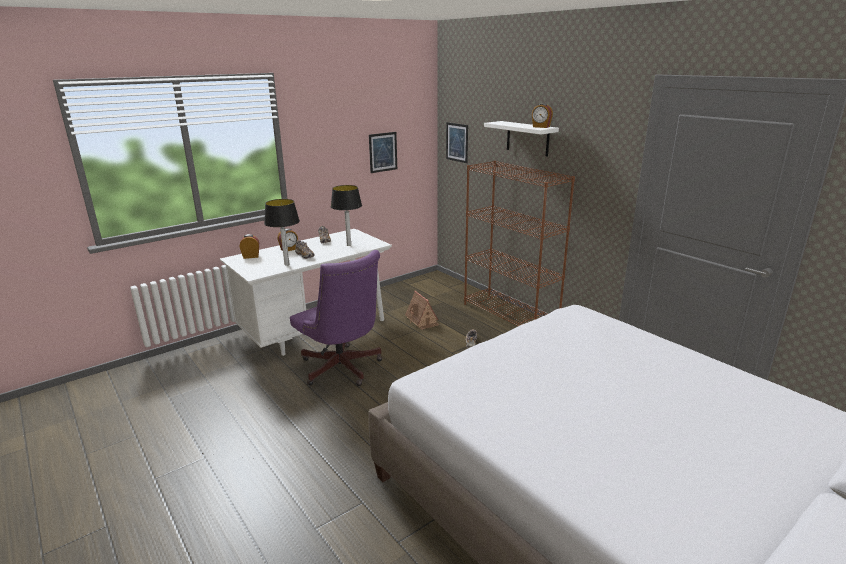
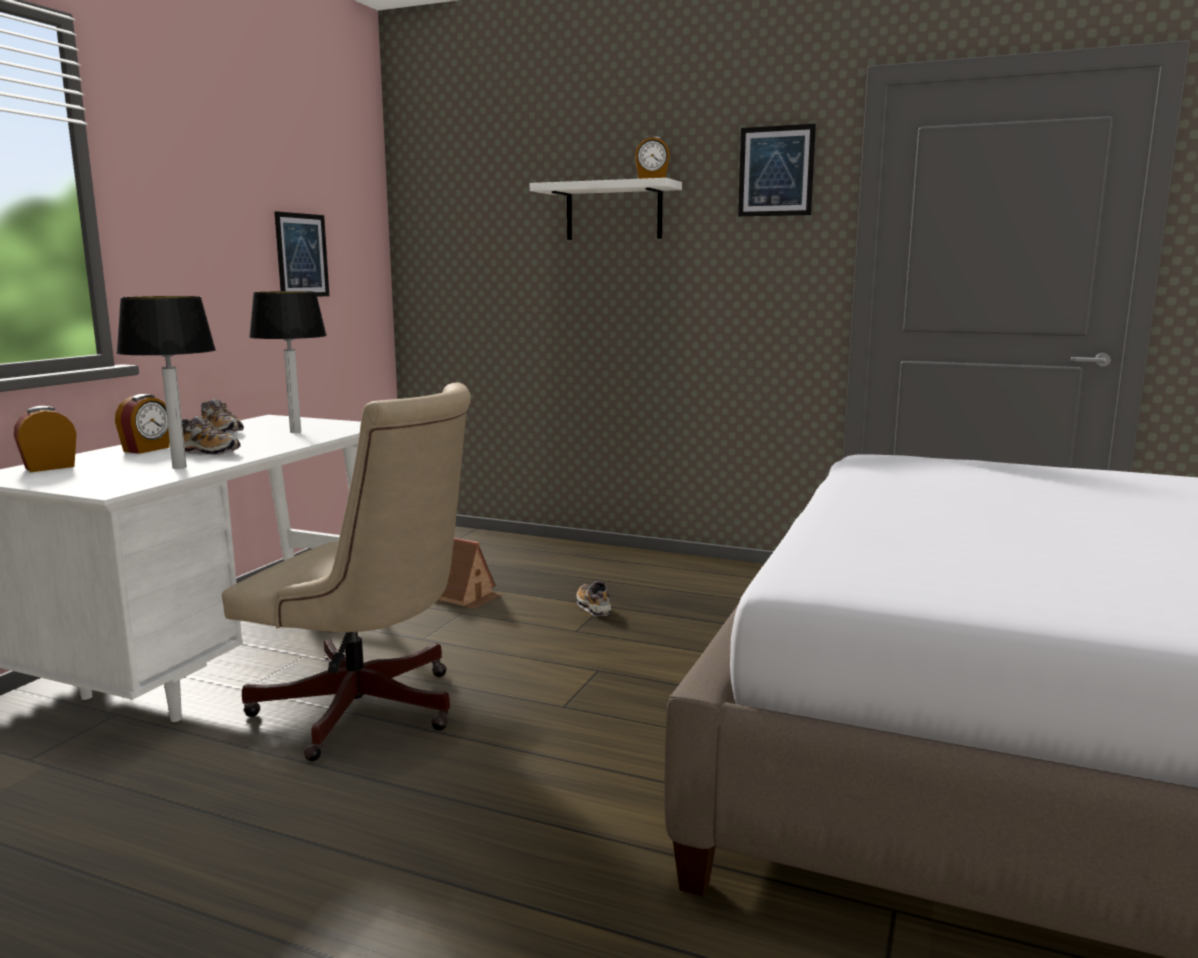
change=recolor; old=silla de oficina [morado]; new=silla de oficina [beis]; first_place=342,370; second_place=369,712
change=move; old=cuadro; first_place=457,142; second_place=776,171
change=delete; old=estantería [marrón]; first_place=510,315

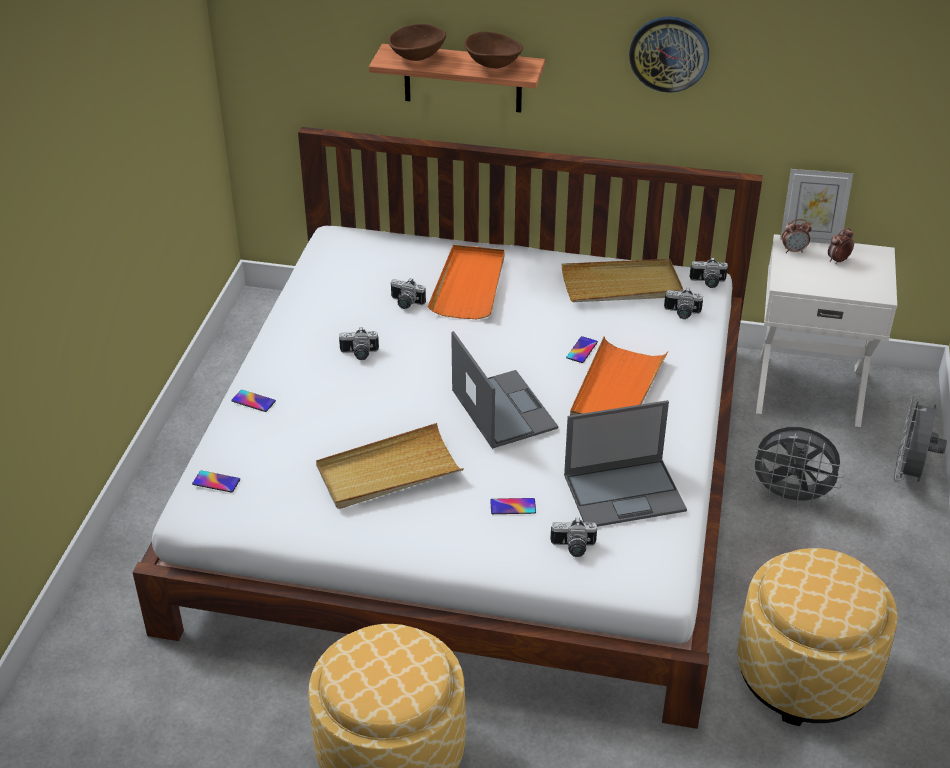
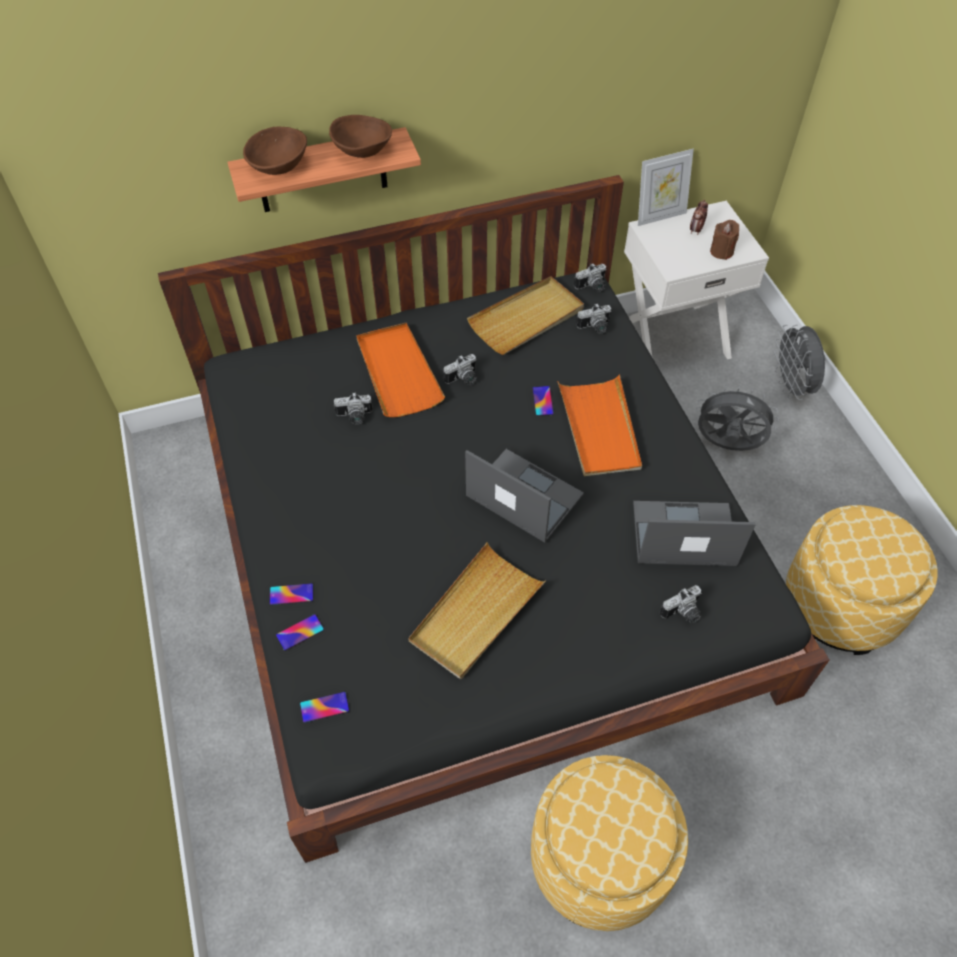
change=recolor; old=cama [blanco]; new=cama [negro]; first_place=474,476; second_place=477,543
change=move; old=móvil; first_place=513,506; second_place=300,632
change=move; old=cámara; first_place=359,354; second_place=463,379
change=rotate; old=portátil; first_place=625,492; second_place=682,534; degrees=-135
change=rotate; old=ventilador [gris]; first_place=790,497; second_place=726,446; degrees=-150
change=insert; new=vela [marrón]; second_place=721,251
change=delete; old=reloj de pared; first_place=669,53
change=delete; old=despertador; first_place=793,250

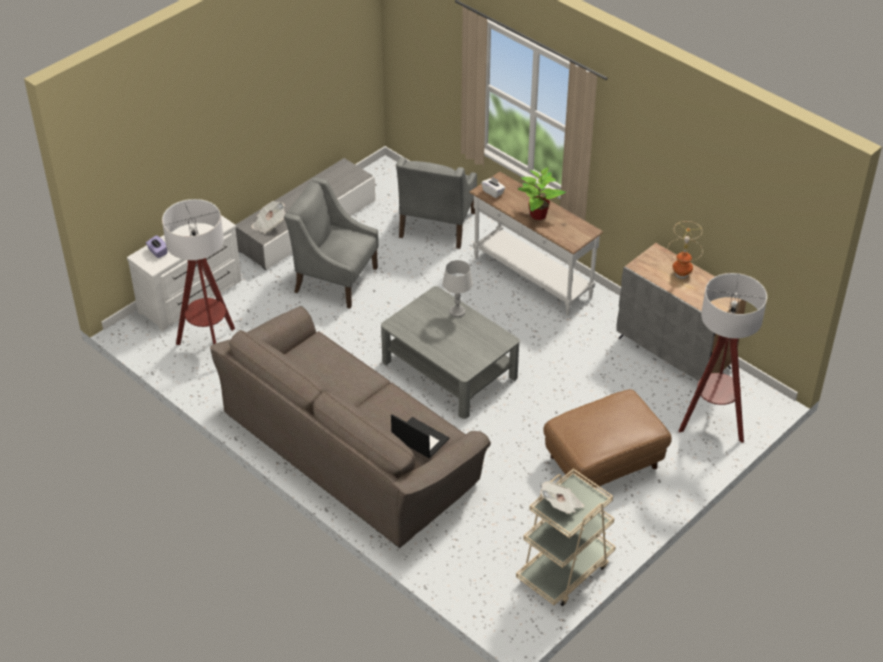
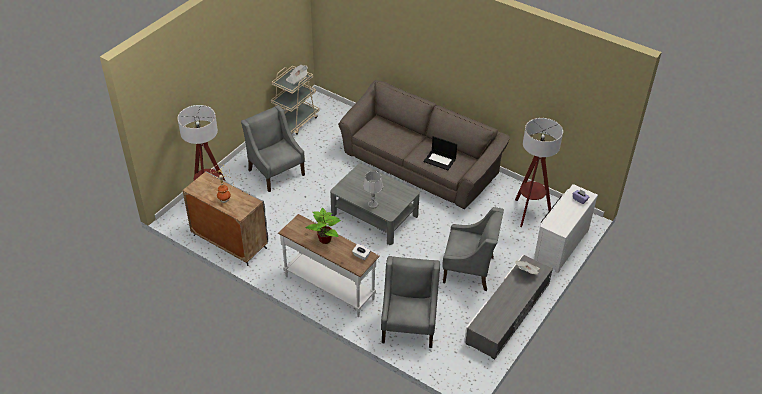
change=replace; old=puf [marrón]; new=sillón [gris]; first_place=603,463; second_place=276,172
change=move; old=portátil; first_place=419,438; second_place=440,160

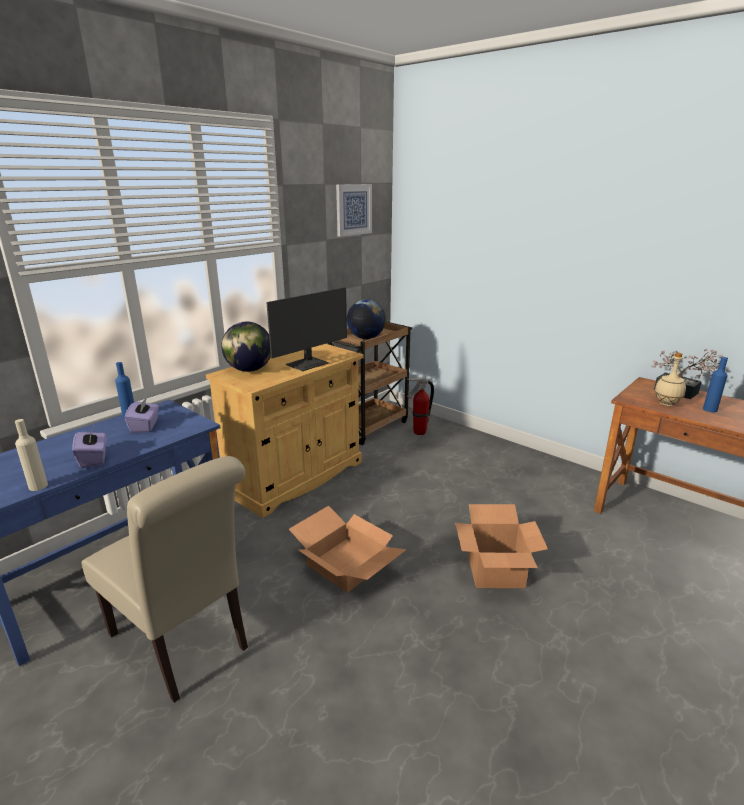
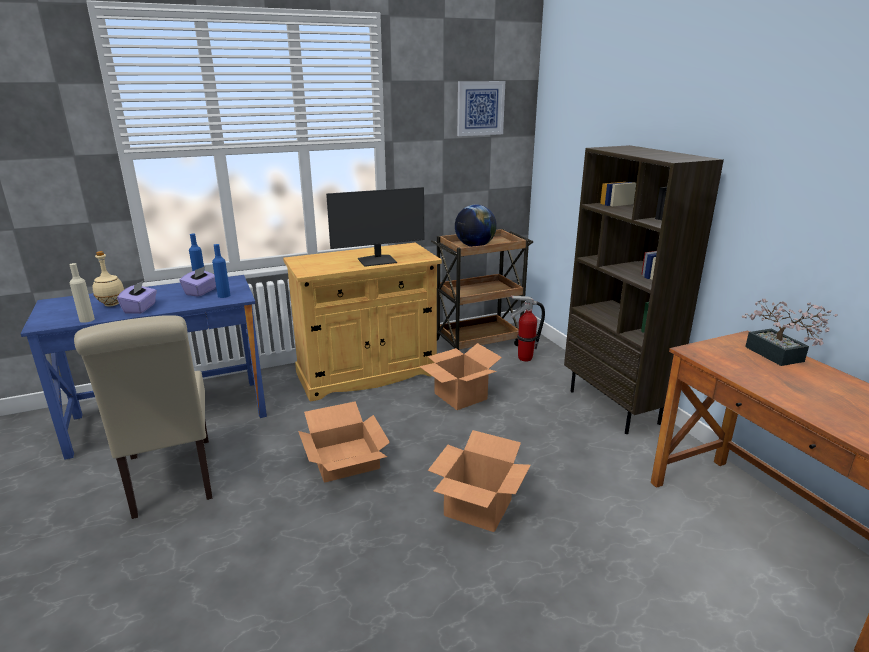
change=move; old=botella [beis]; first_place=666,404; second_place=112,304
change=move; old=botella [azul]; first_place=710,409; second_place=224,295
change=insert; new=caja de cartón; second_place=461,396
change=insert; new=estantería [marrón]; second_place=615,407
change=delete; old=globo terráqueo; first_place=249,370

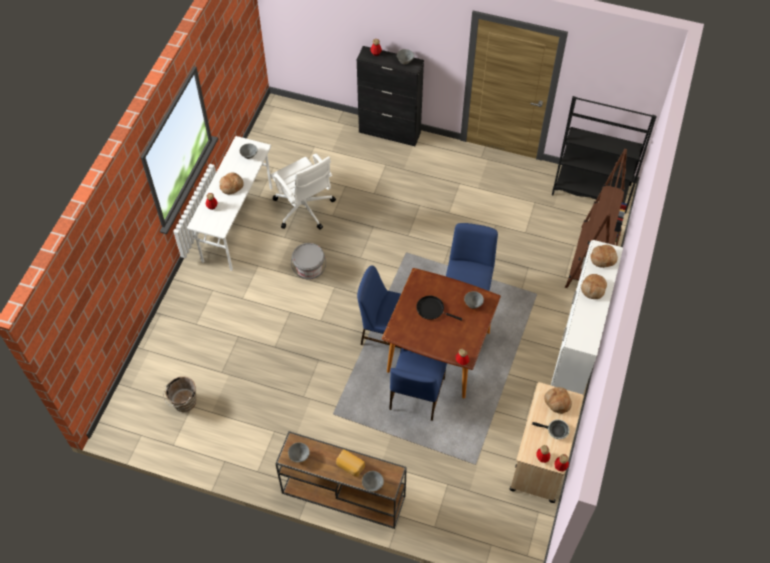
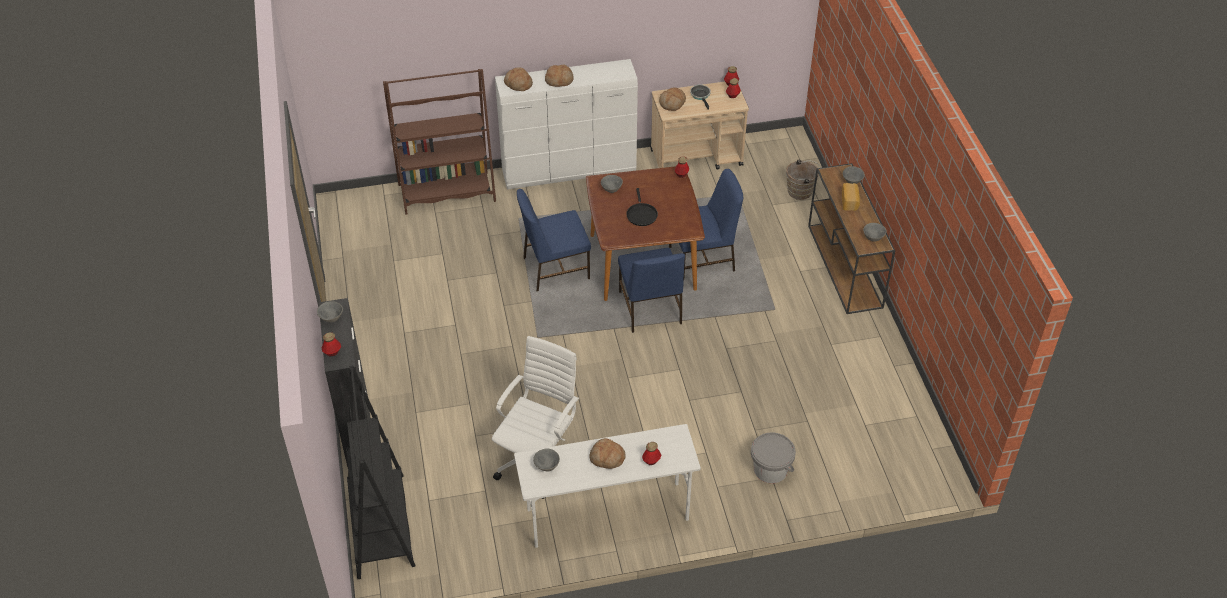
change=move; old=estantería [negro]; first_place=591,190; second_place=381,525
change=move; old=cubo [gris]; first_place=309,269; second_place=770,469
change=move; old=cubo [marrón]; first_place=183,403; second_place=802,191

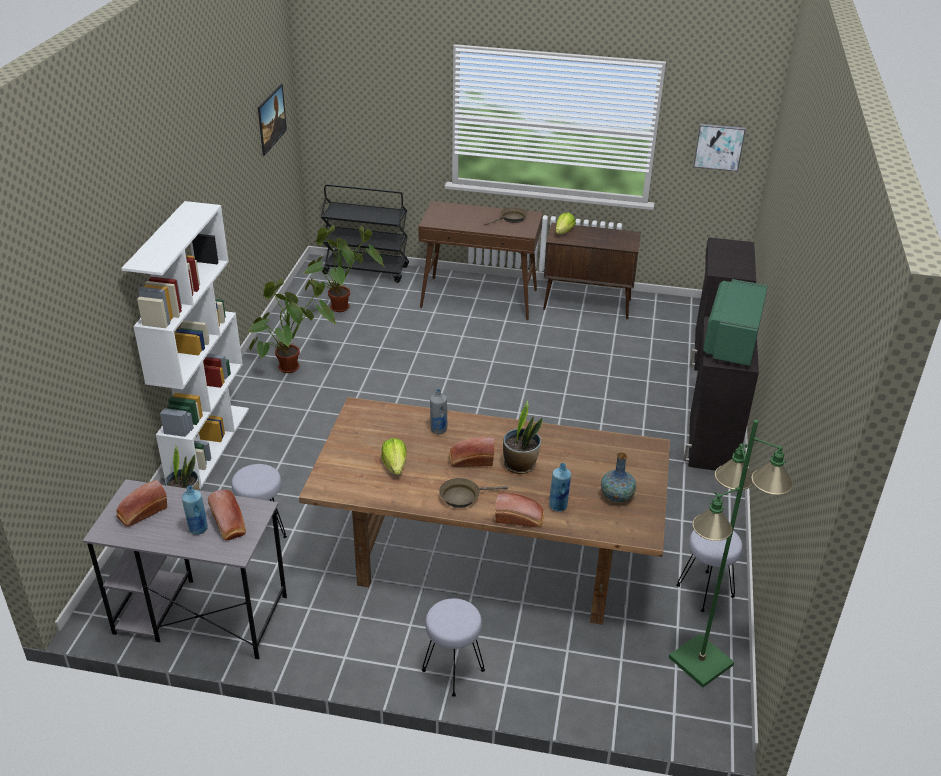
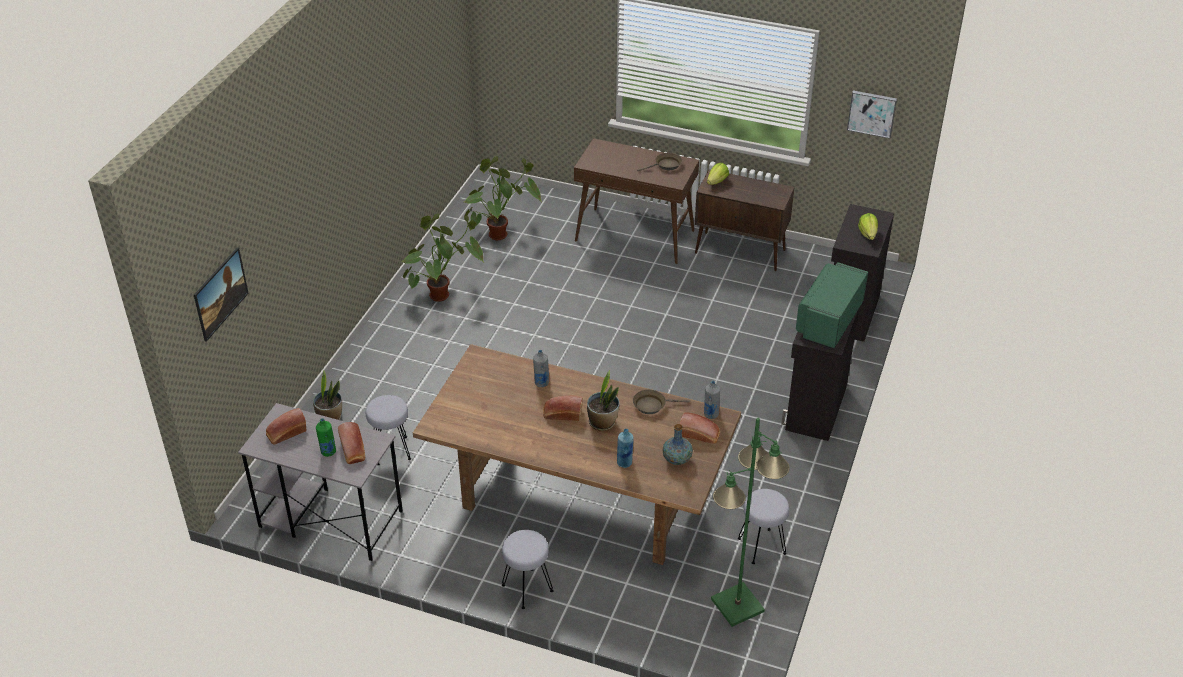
change=move; old=cuadro; first_place=273,131; second_place=223,305
change=recolor; old=botella [azul]; new=botella [verde]; first_place=198,529; second_place=328,452
change=move; old=sartén [marrón]; first_place=463,496; second_place=652,405
change=move; old=pan; first_place=520,518; second_place=700,435
change=insert; new=botella [gris]; second_place=711,414
change=move; old=lechuga; first_place=395,466; second_place=868,234
change=delete; old=estantería [blanco]; first_place=208,444
change=delete; old=carrito [negro]; first_place=367,270

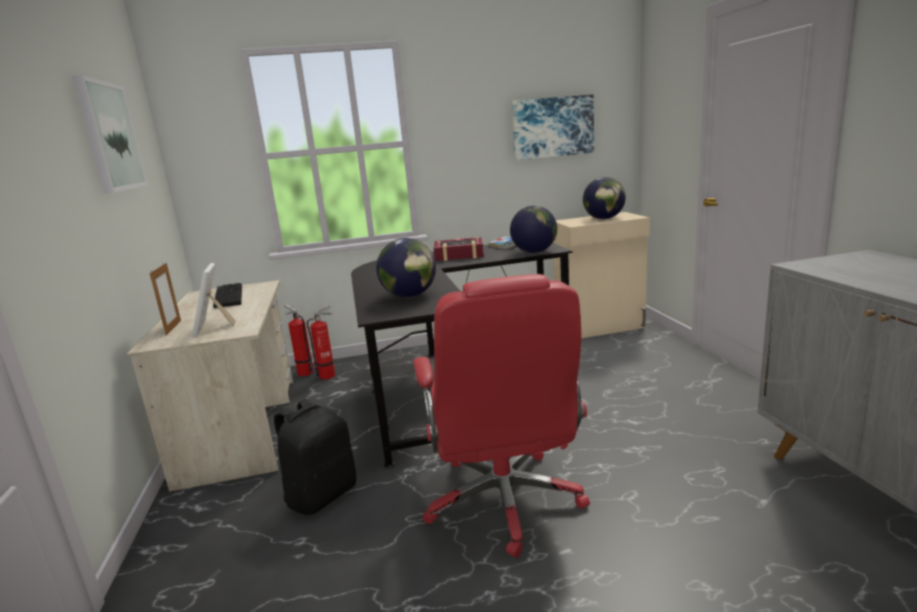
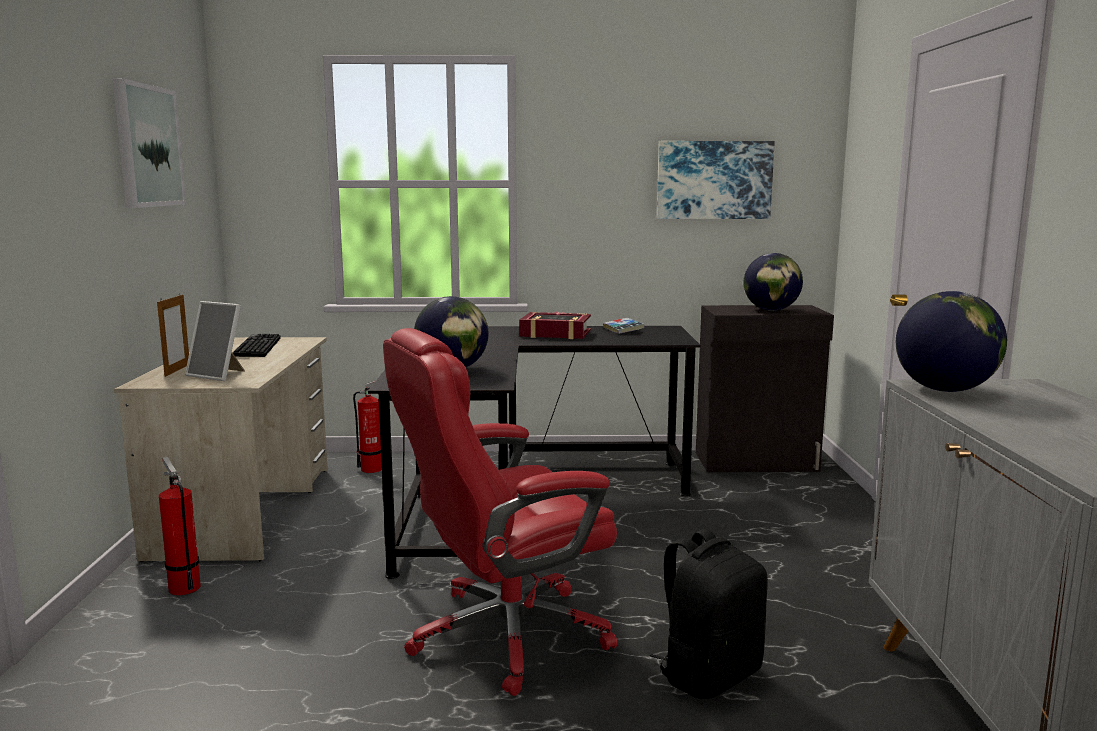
change=move; old=extintor; first_place=304,372; second_place=183,586
change=rotate; old=portarretratos; first_place=214,327; second_place=219,375; degrees=-60
change=rotate; old=silla de oficina [rojo]; first_place=504,501; second_place=504,635; degrees=60
change=move; old=mochila [negro]; first_place=321,495; second_place=709,674
change=recolor; old=armario [beis]; new=armario [negro]; first_place=600,327; second_place=757,462
change=move; old=globo terráqueo; first_place=534,252; second_place=944,390

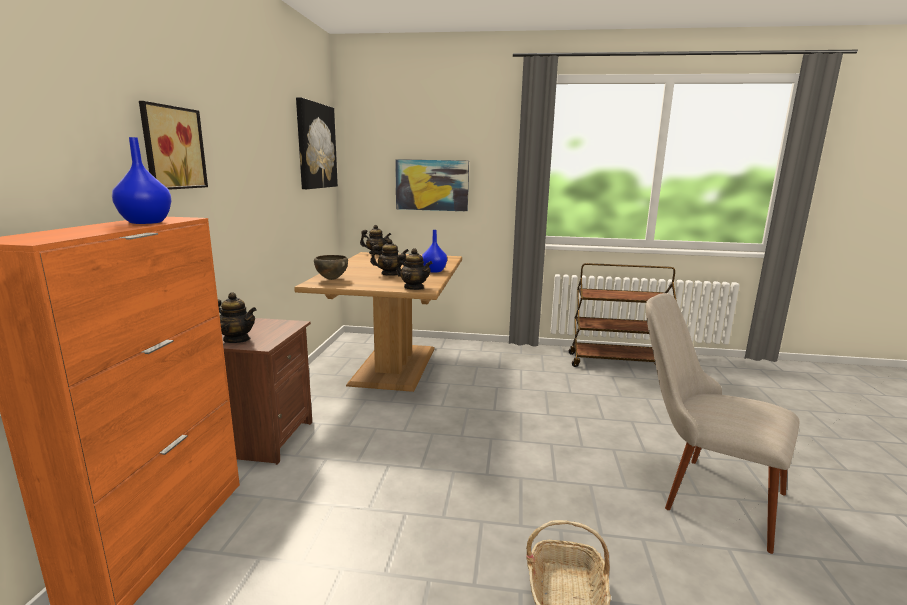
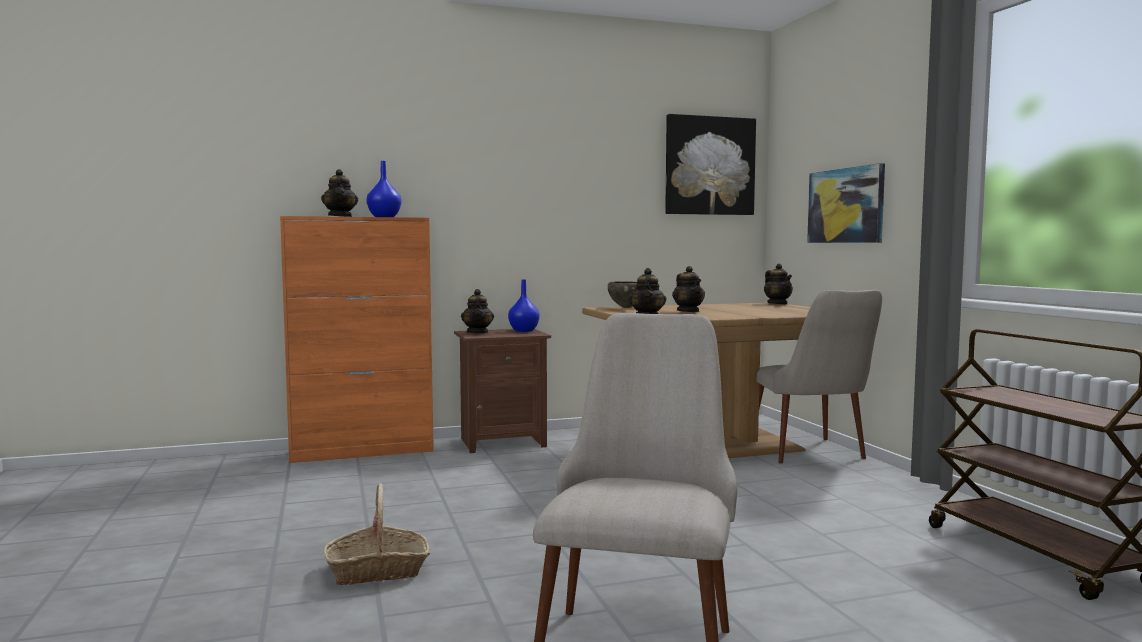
change=insert; new=tetera; second_place=340,216
change=move; old=florero [azul]; first_place=434,271; second_place=524,331
change=insert; new=silla [beis]; second_place=814,456
change=delete; old=cuadro; first_place=171,148

